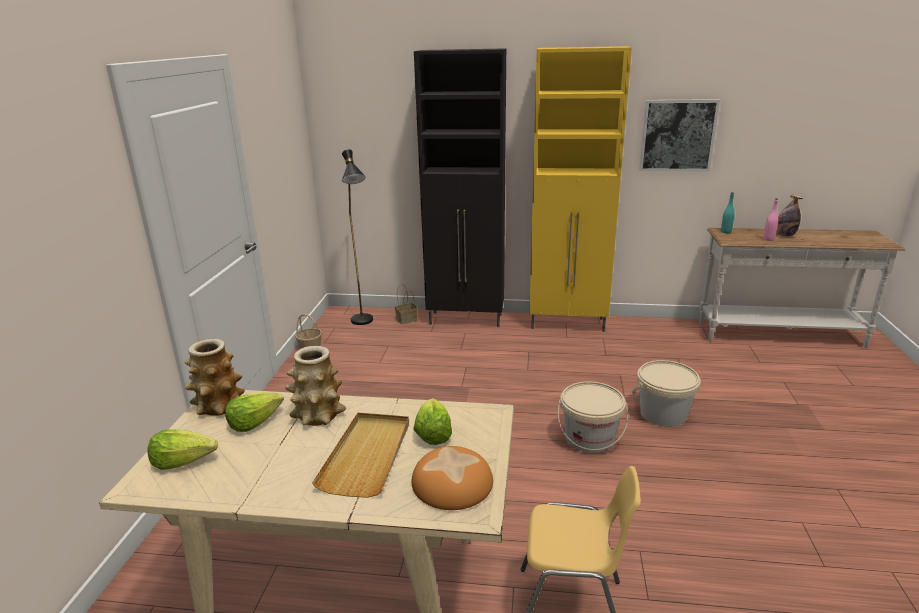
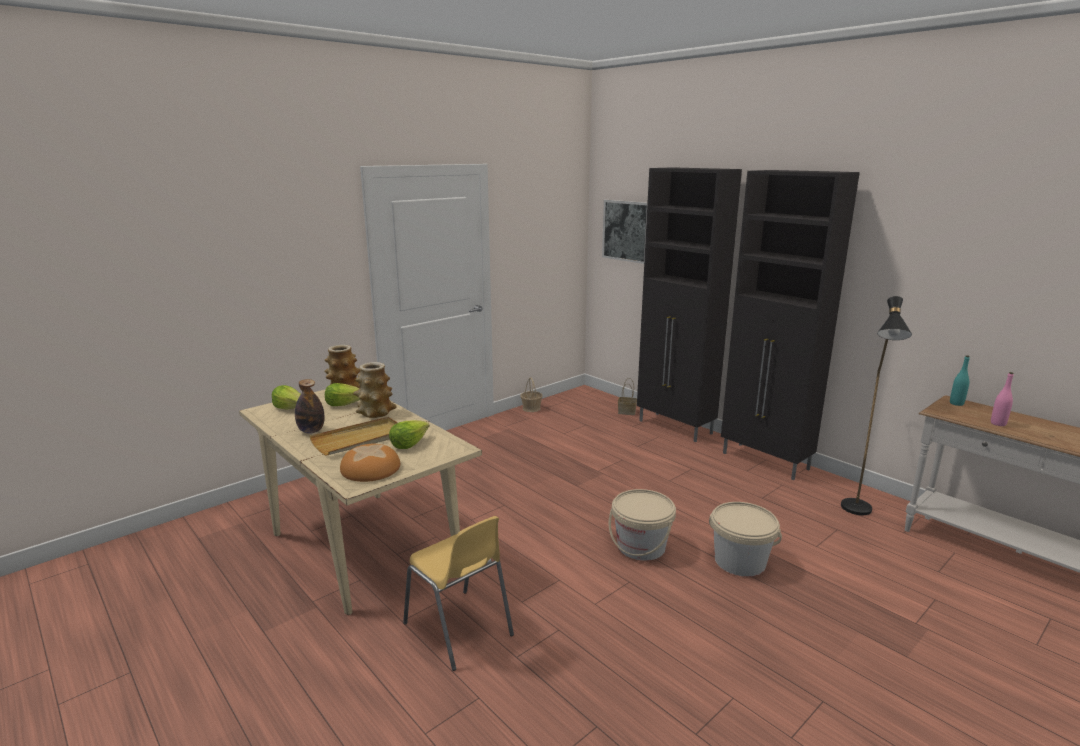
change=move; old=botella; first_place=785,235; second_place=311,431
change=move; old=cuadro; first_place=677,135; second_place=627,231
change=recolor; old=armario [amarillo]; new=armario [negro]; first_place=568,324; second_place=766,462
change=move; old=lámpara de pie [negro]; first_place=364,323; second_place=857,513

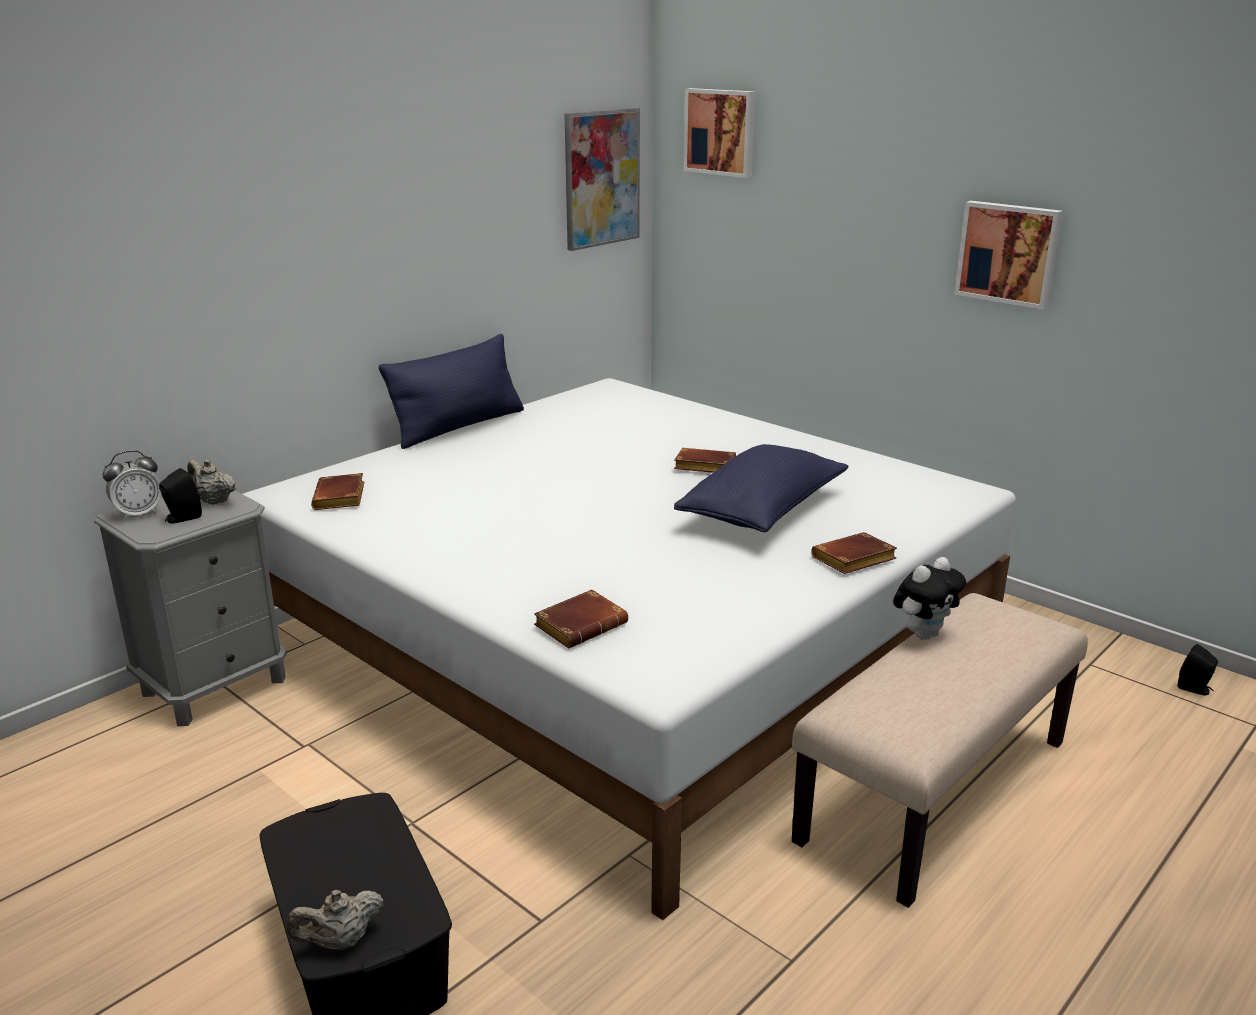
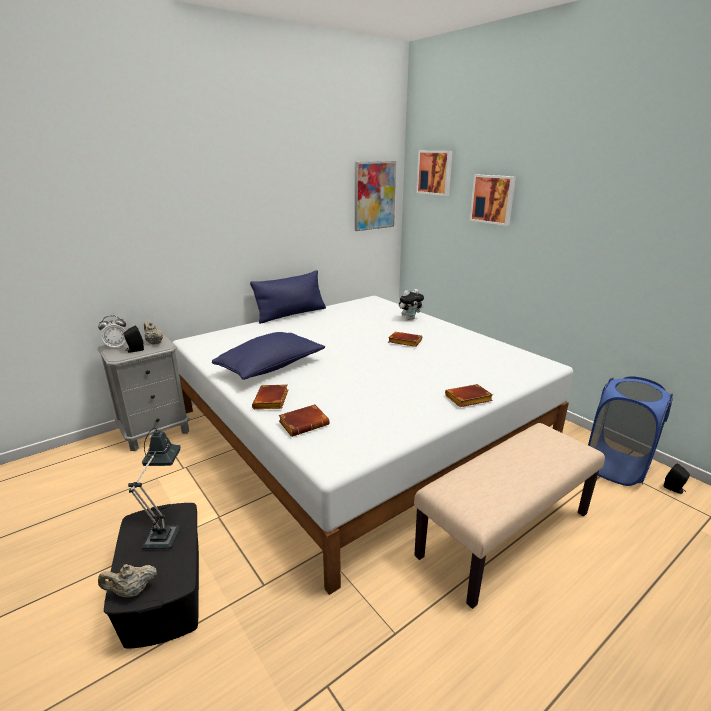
change=insert; new=lámpara de mesa; second_place=165,532
change=move; old=cojín [azul]; first_place=763,511; second_place=271,368
change=move; old=libro [marrón]; first_place=341,498; second_place=272,401
change=move; old=peluche; first_place=923,634; second_place=410,318
change=move; old=cuadro; first_place=1009,253; second_place=493,199
change=insert; new=cesto de la ropa [azul]; second_place=616,467

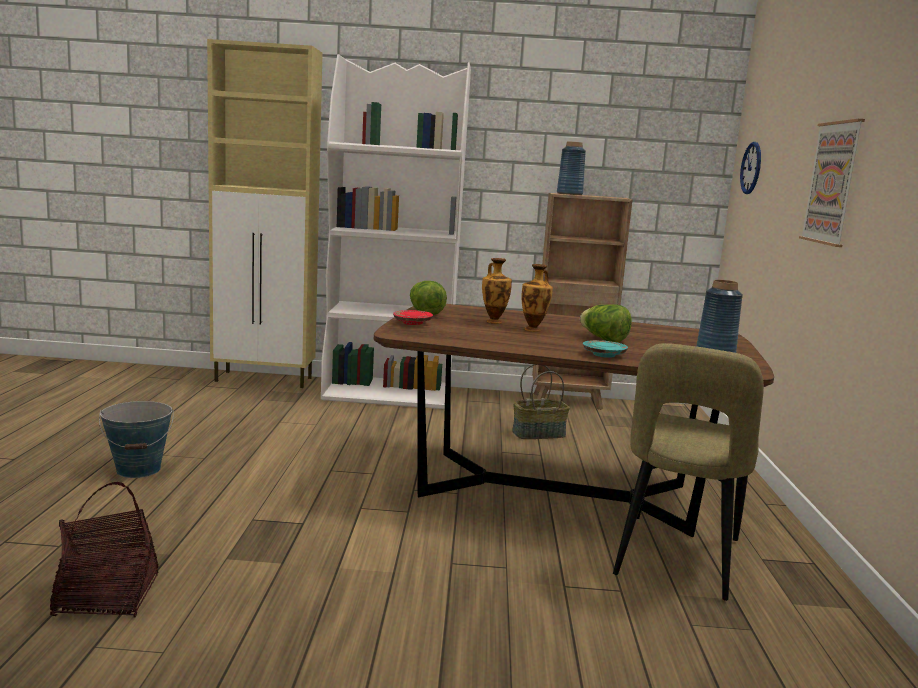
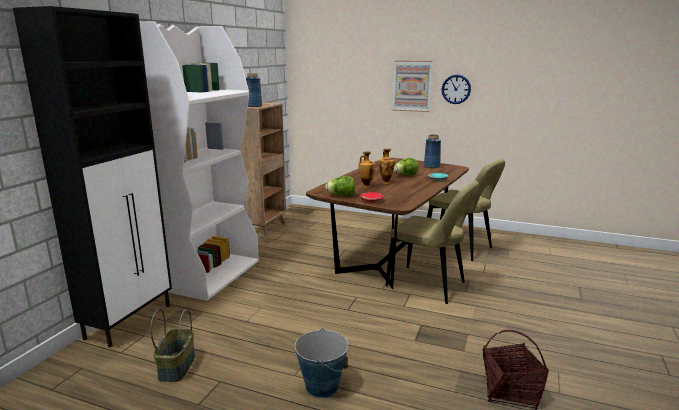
change=recolor; old=armario [beis]; new=armario [negro]; first_place=265,380; second_place=130,321
change=move; old=cesta; first_place=539,433; second_place=176,366
change=insert; new=silla [beis]; second_place=429,285
change=move; old=reloj de pared; first_place=751,168; second_place=456,89

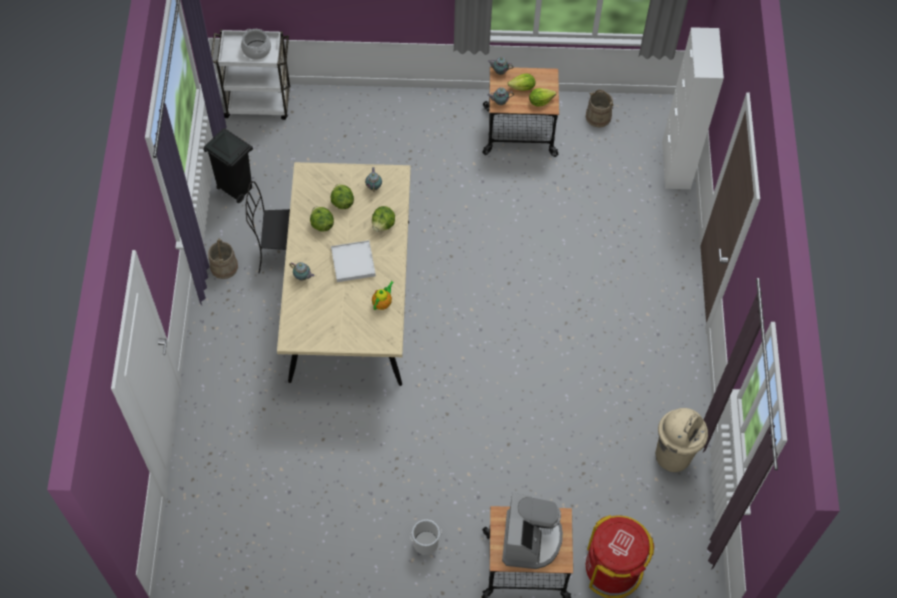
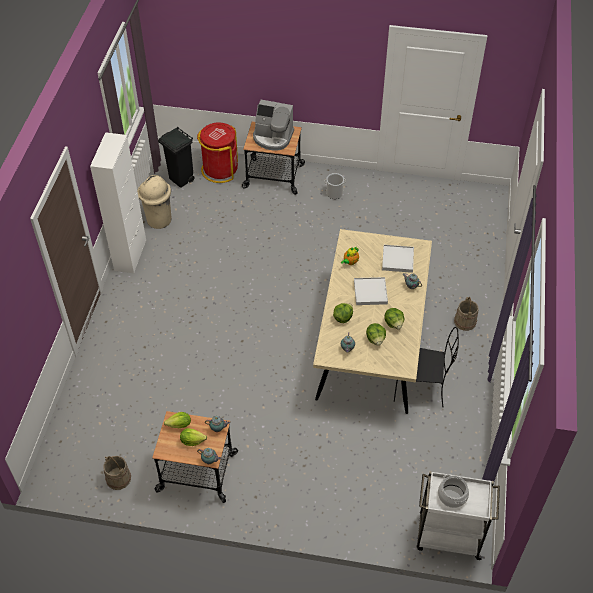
change=move; old=armario [blanco]; first_place=676,165; second_place=130,255
change=move; old=papelera [negro]; first_place=235,189; second_place=181,180
change=rotate; old=cafetera; first_place=530,539; second_place=273,137; degrees=-90
change=insert; new=bandeja [blanco]; second_place=397,260
change=move; old=cubo [beis]; first_place=224,267; second_place=464,321

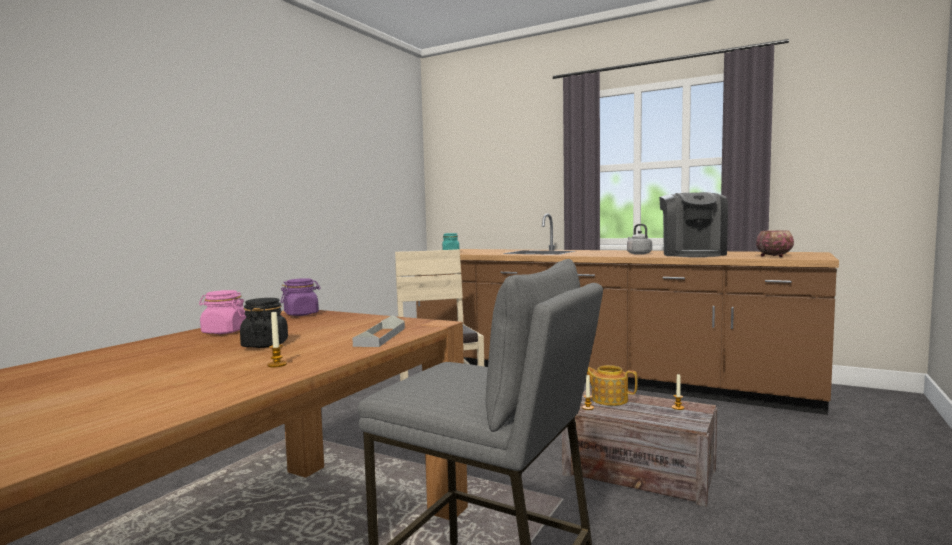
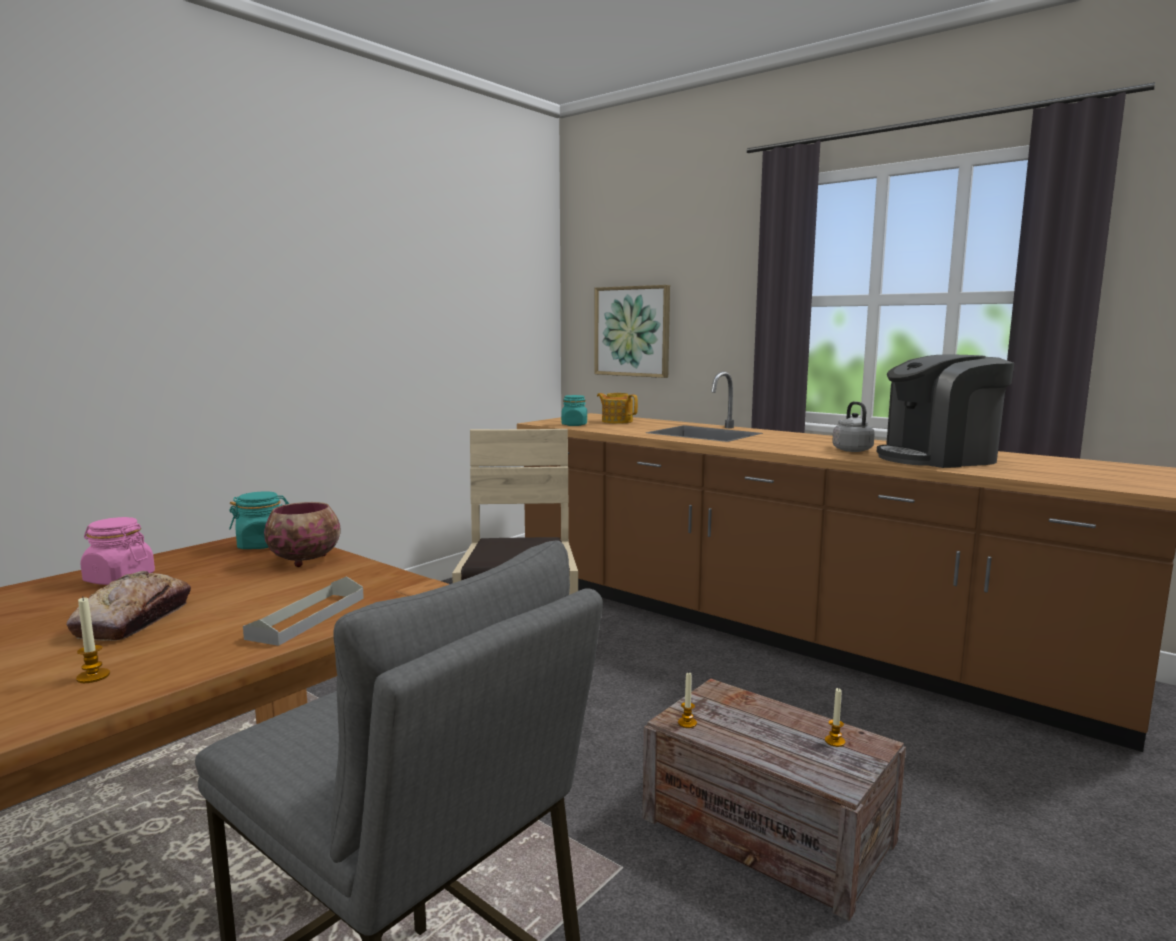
change=replace; old=tarro [negro]; new=pan; first_place=265,344; second_place=134,619
change=recolor; old=tarro [morado]; new=tarro [turquesa]; first_place=301,314; second_place=262,545
change=move; old=cuenco; first_place=773,256; second_place=306,560
change=insert; new=cuadro; second_place=632,331
change=move; old=tetera; first_place=609,399; second_place=617,421
change=rotate; old=cafetera; first_place=692,254; second_place=938,458; degrees=60

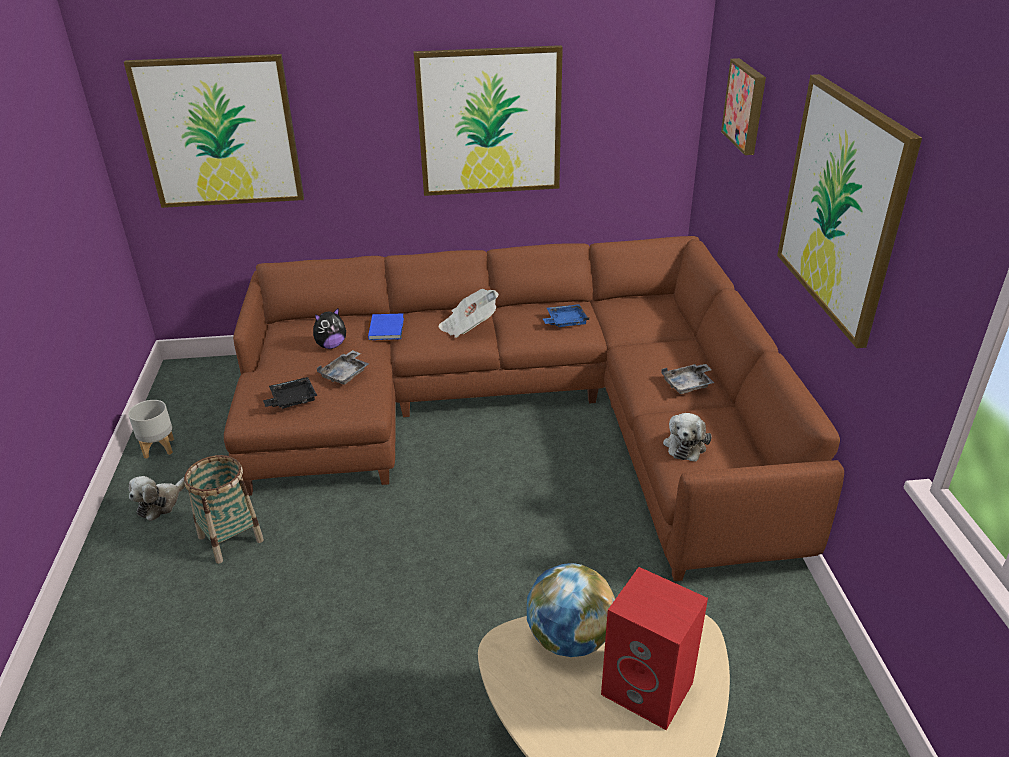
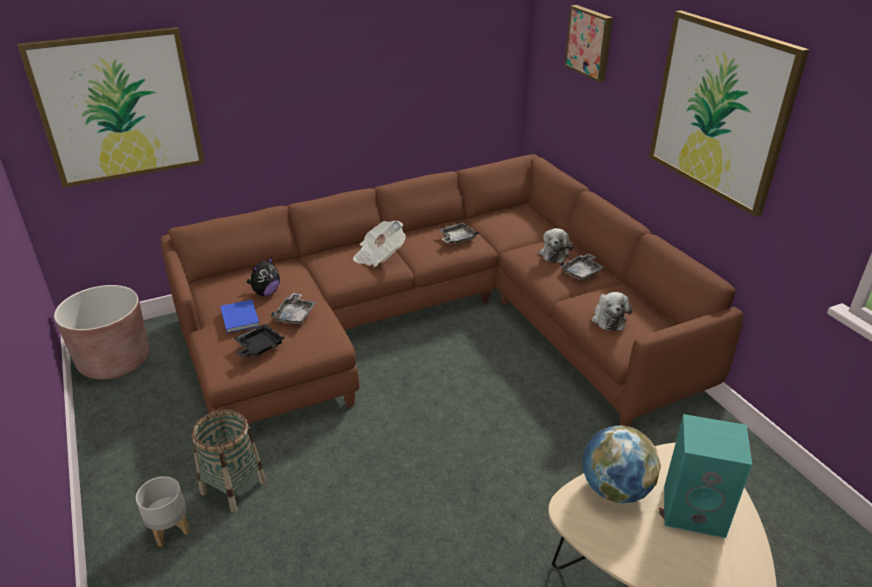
change=insert; new=maceta [marrón]; second_place=114,361
change=move; old=maceta [gris]; first_place=159,448; second_place=169,529
change=move; old=libro [azul]; first_place=387,328; second_place=240,317
change=recolor; old=bandeja [azul]; new=bandeja [gris]; first_place=565,322; second_place=457,238
change=move; old=peluche; first_place=160,504; second_place=554,253
change=recolor; old=altavoz [rojo]; new=altavoz [turquesa]; first_place=650,688; second_place=695,510
change=delete; old=cuadro; first_place=489,122

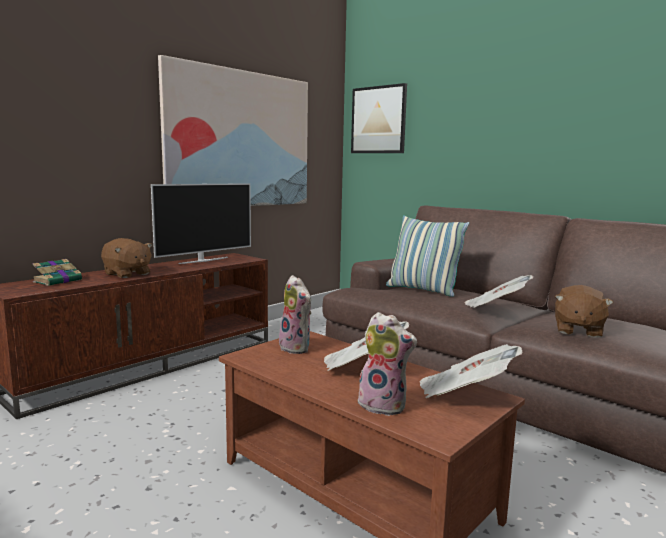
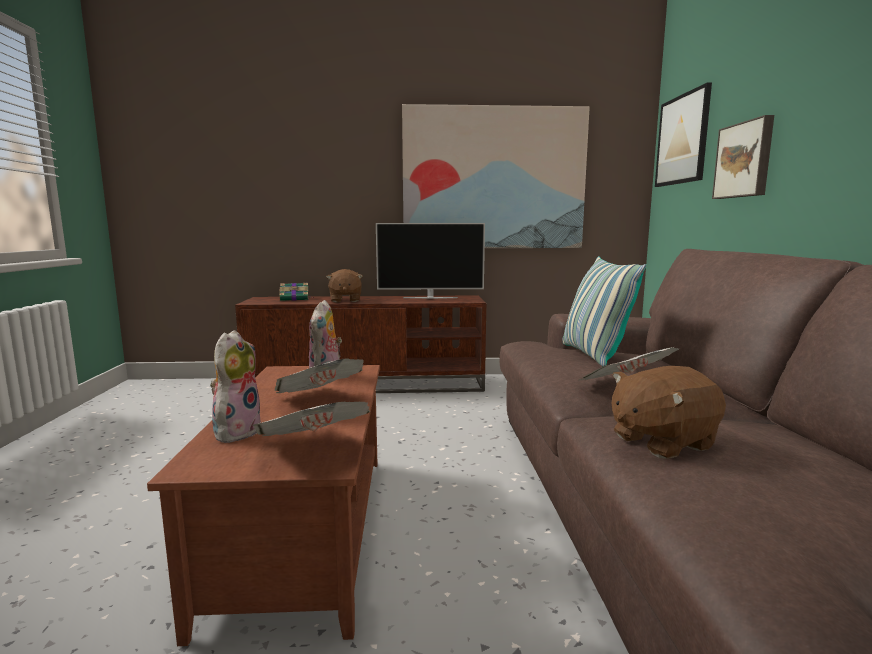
change=rotate; old=peluche; first_place=384,405; second_place=237,431; degrees=-150
change=insert; new=cuadro; second_place=744,160

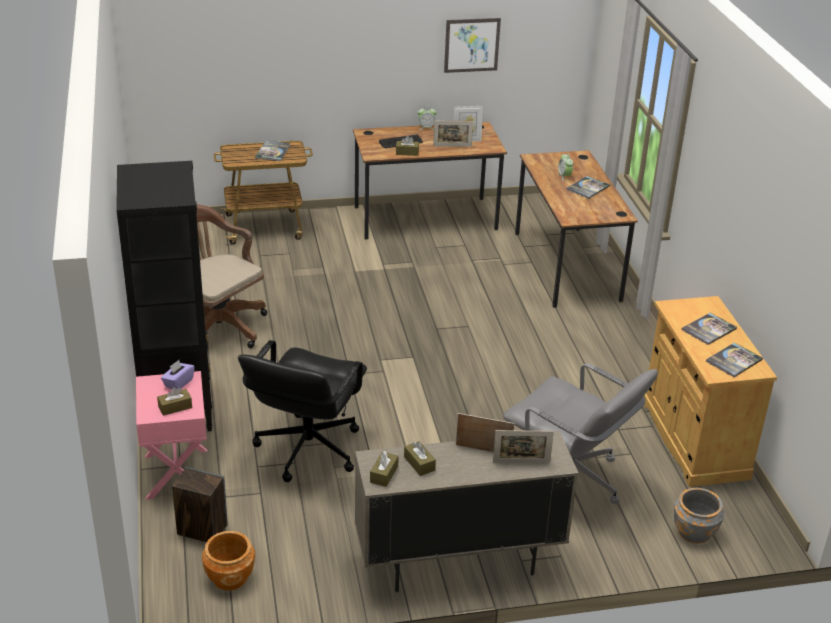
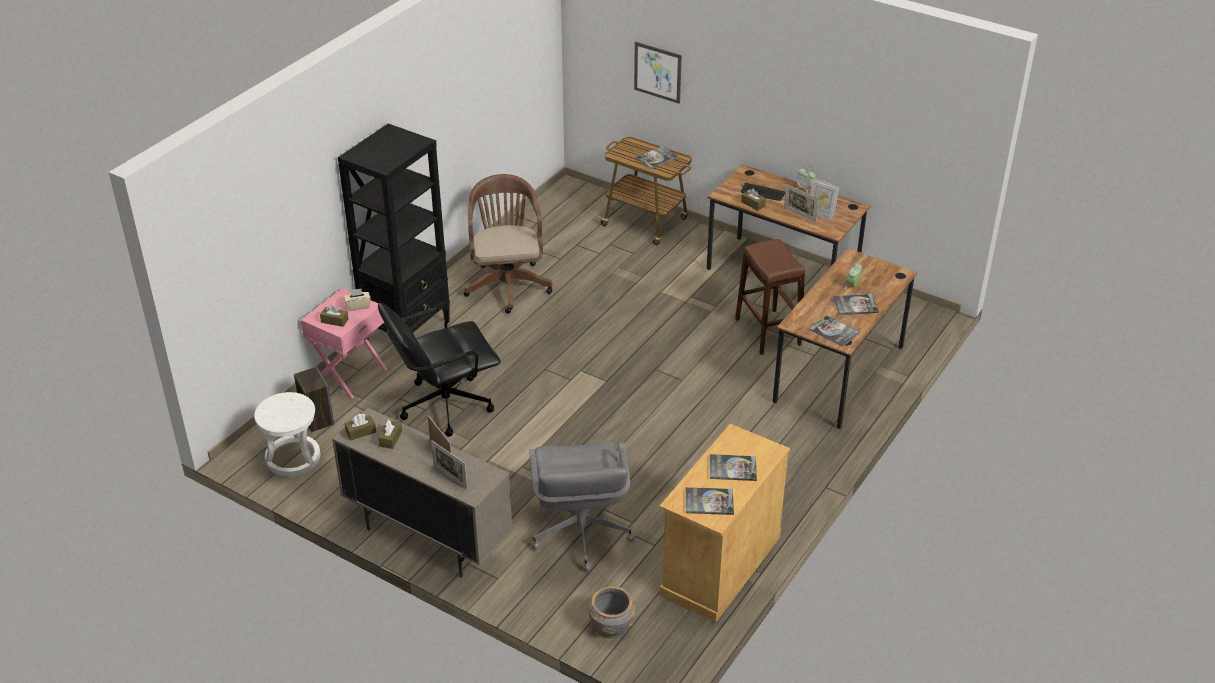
change=replace; old=maceta [marrón]; new=taburete [blanco]; first_place=230,578; second_place=293,458
change=recolor; old=caja de pañuelos [morado]; new=caja de pañuelos [beis]; first_place=178,383; second_place=358,306
change=move; old=cuadro; first_place=472,45; second_place=657,72
change=insert; new=taburete [marrón]; second_place=767,332
change=insert; new=libro; second_place=834,331

